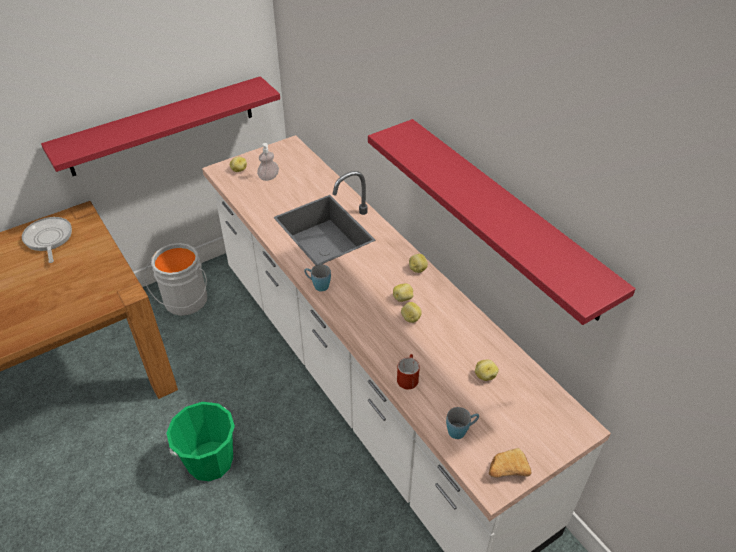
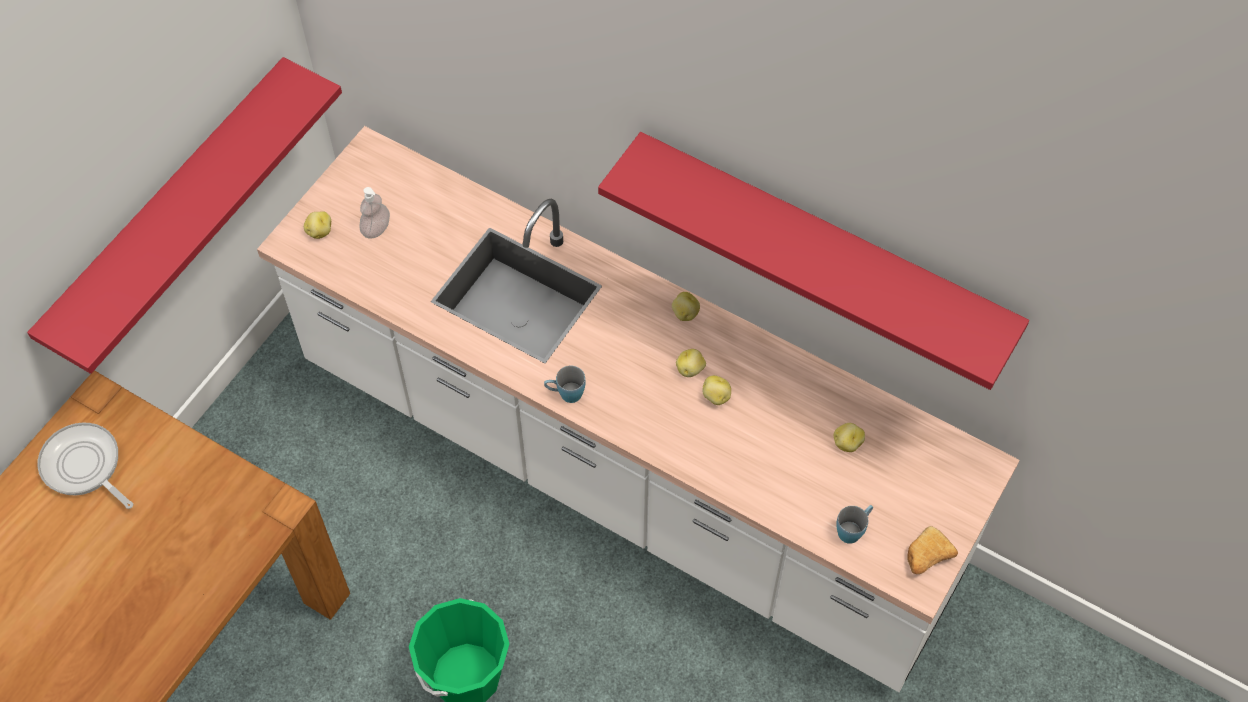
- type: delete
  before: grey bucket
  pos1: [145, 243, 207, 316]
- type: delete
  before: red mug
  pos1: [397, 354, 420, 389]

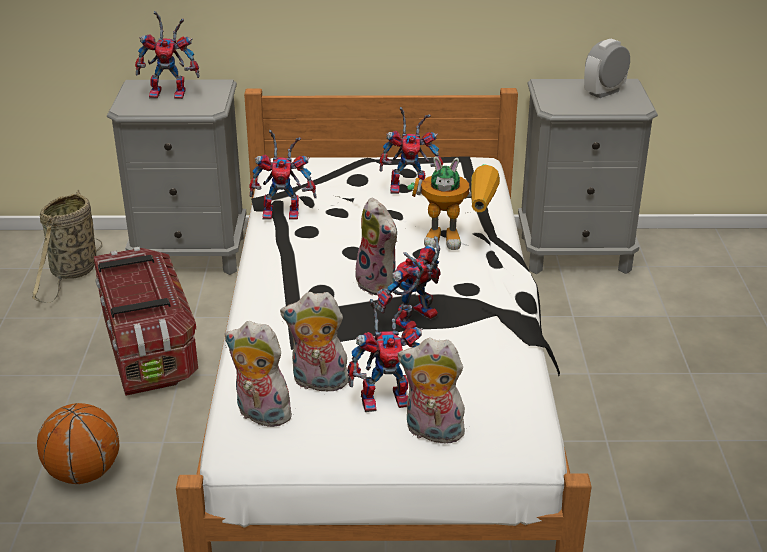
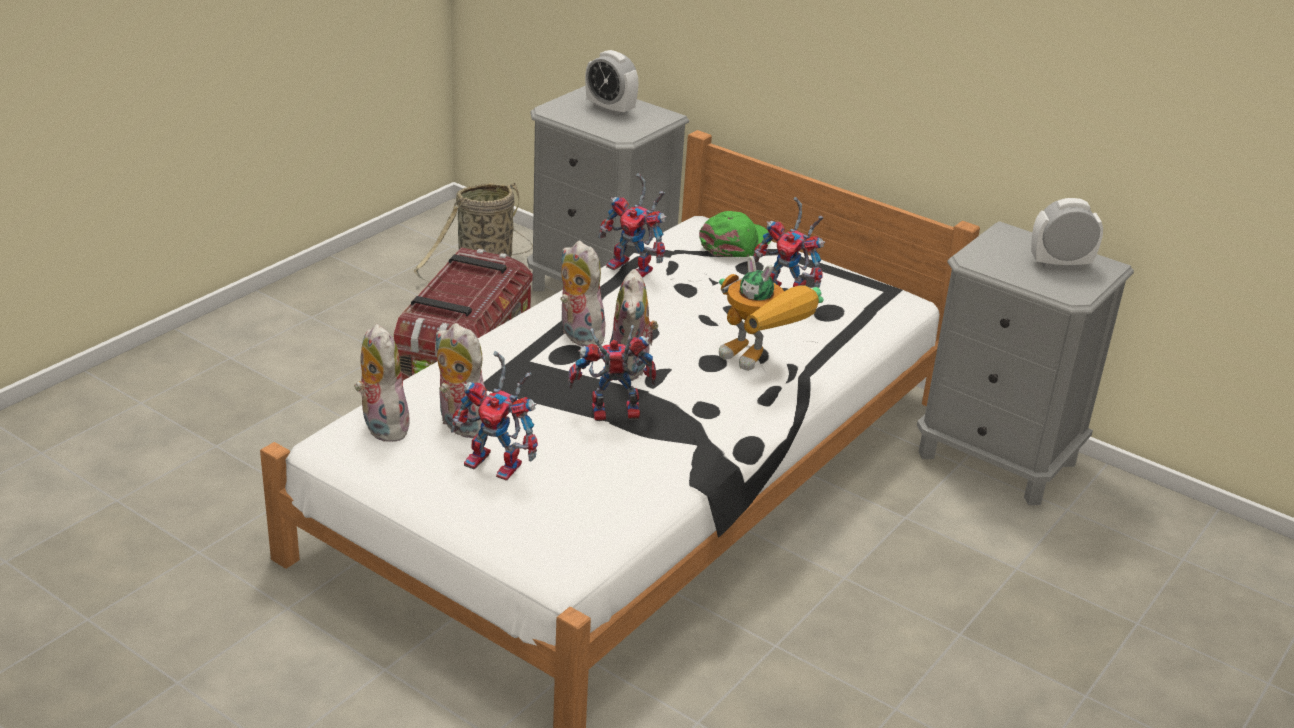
- type: delete
  before: basketball
  pos1: [37, 403, 119, 484]
- type: insert
  after: green cap
  pos2: [699, 211, 771, 257]
- type: move
  before: plush toy
  pos1: [398, 338, 467, 447]
  pos2: [560, 241, 605, 346]
- type: replace
  before: toy robot
  after: alarm clock
  pos1: [135, 11, 200, 99]
  pos2: [585, 50, 638, 117]

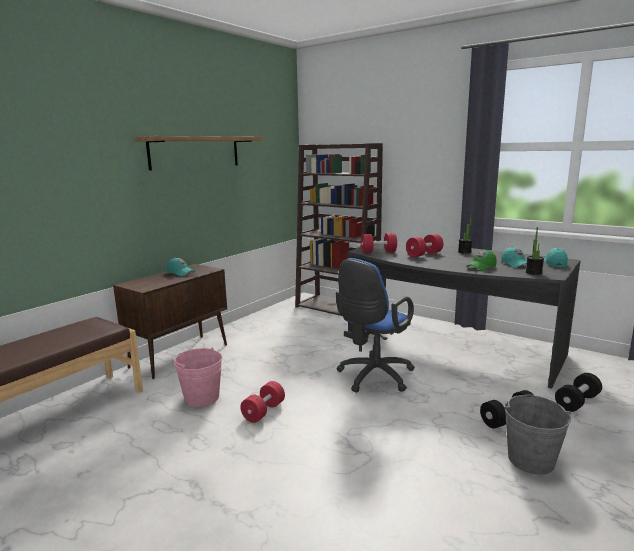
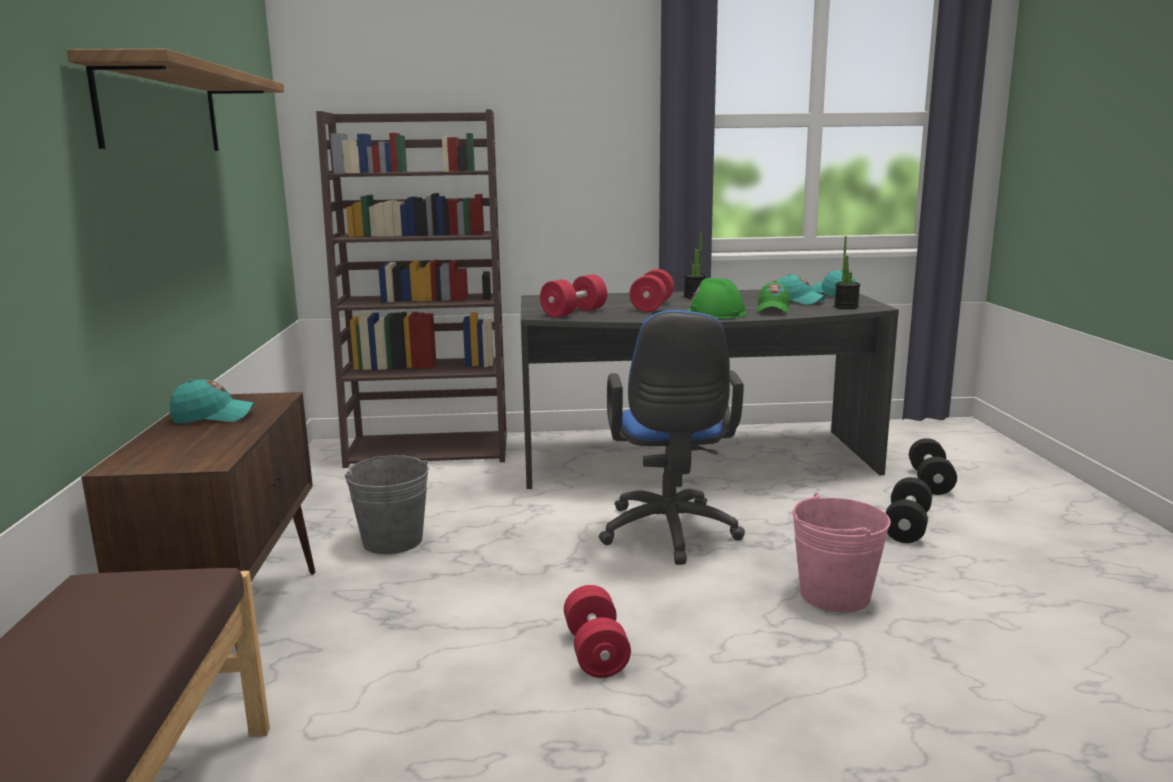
- type: insert
  after: green hard hat
  pos2: [686, 278, 747, 319]
- type: move
  before: pink bucket
  pos1: [174, 347, 222, 407]
  pos2: [792, 493, 891, 612]
- type: move
  before: grey bucket
  pos1: [504, 394, 571, 474]
  pos2: [345, 455, 429, 554]

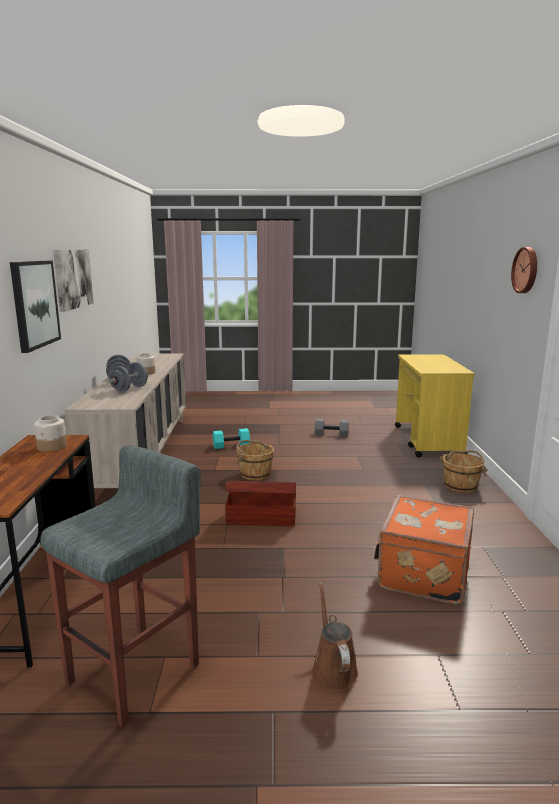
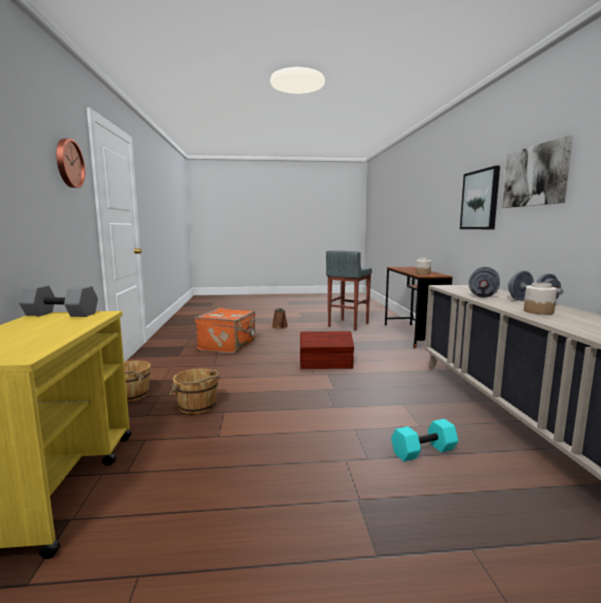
- type: move
  before: brown bucket
  pos1: [236, 440, 274, 480]
  pos2: [170, 369, 220, 414]
- type: move
  before: grey dumbbell
  pos1: [315, 418, 349, 437]
  pos2: [19, 285, 98, 317]

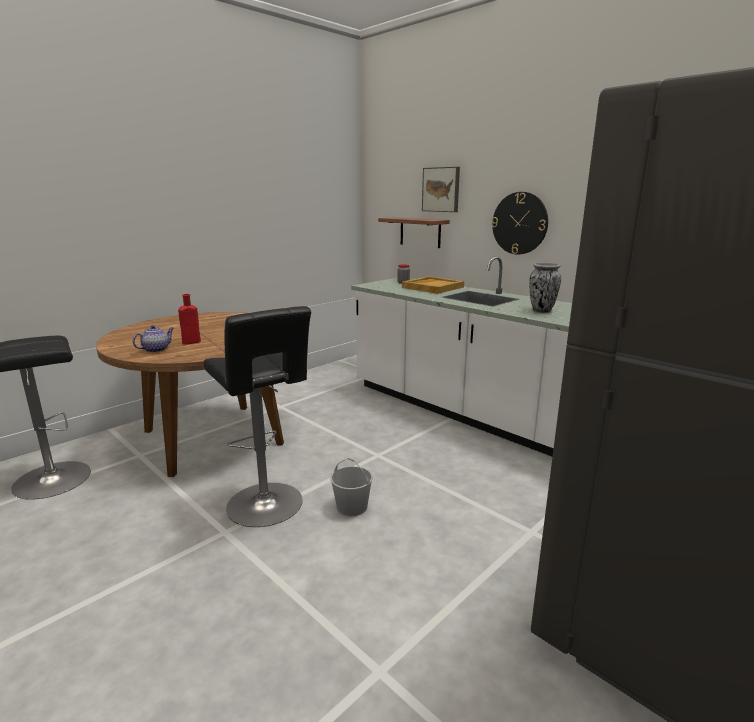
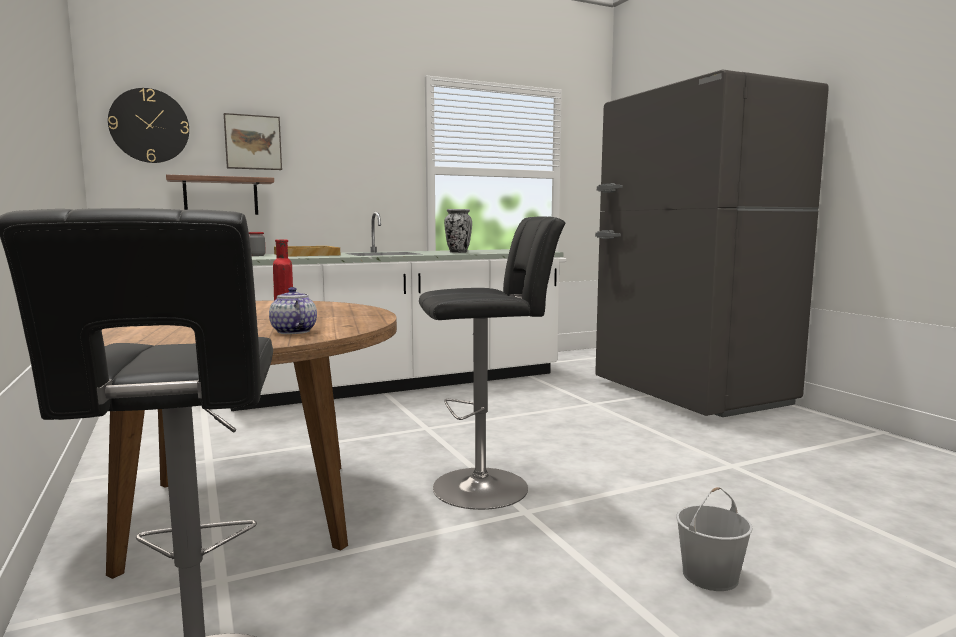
- type: move
  before: white bucket
  pos1: [331, 458, 373, 516]
  pos2: [676, 487, 753, 591]
- type: move
  before: wall clock
  pos1: [492, 192, 548, 254]
  pos2: [108, 88, 189, 163]

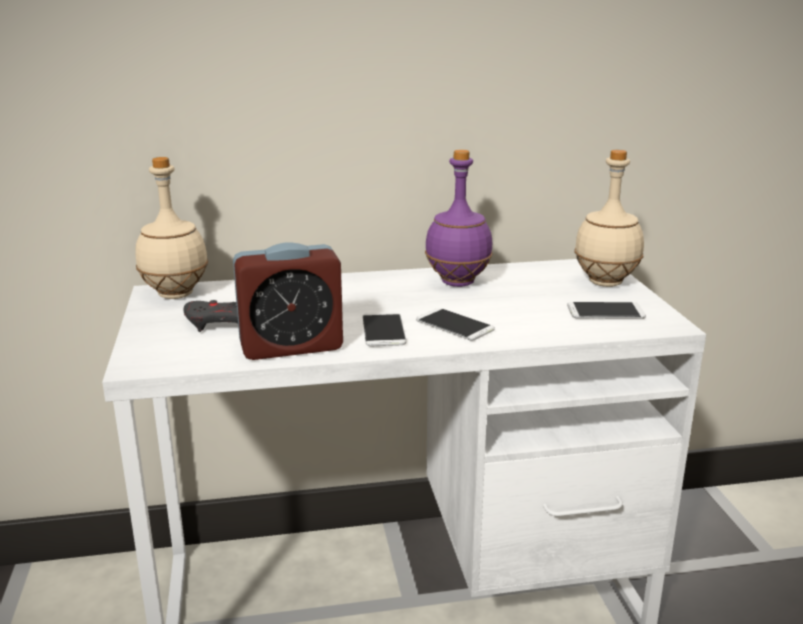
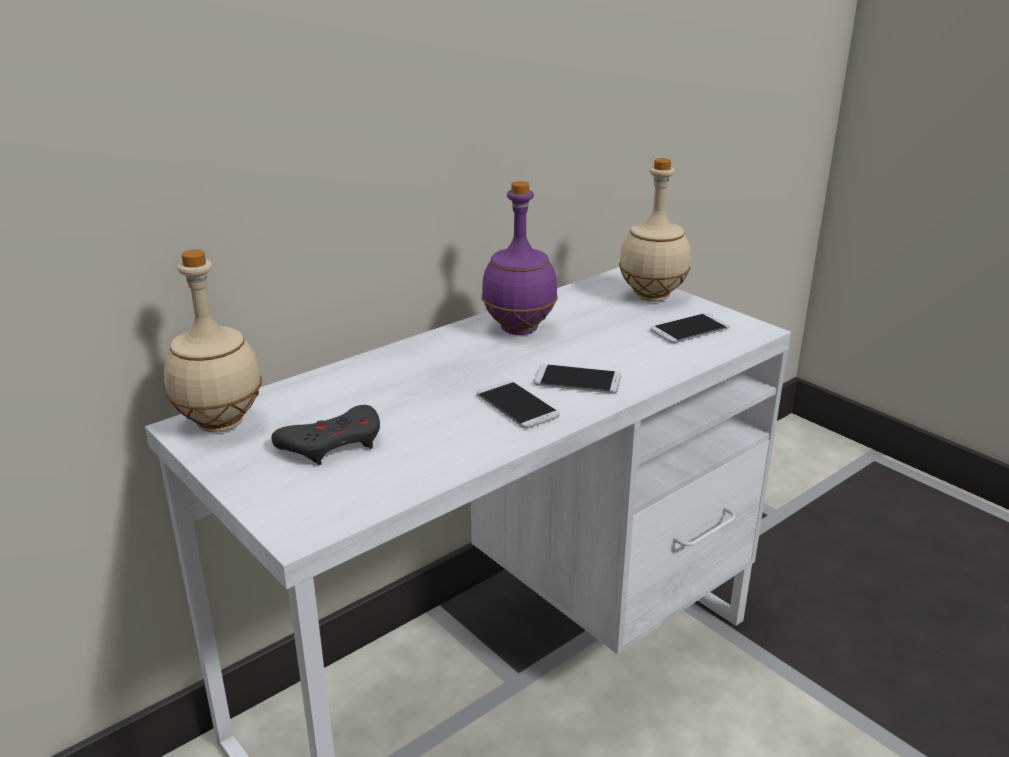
- type: delete
  before: alarm clock
  pos1: [233, 242, 343, 360]

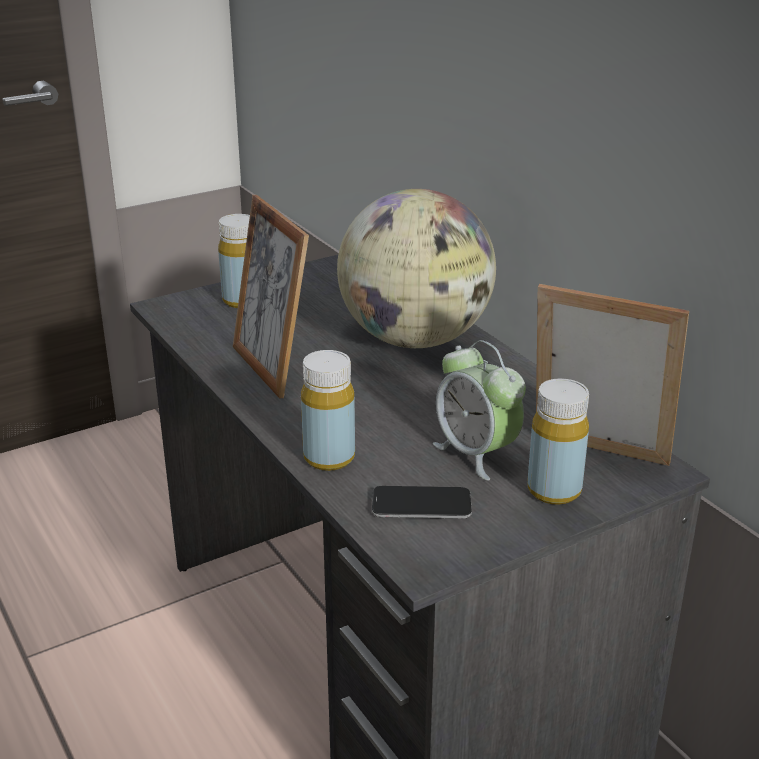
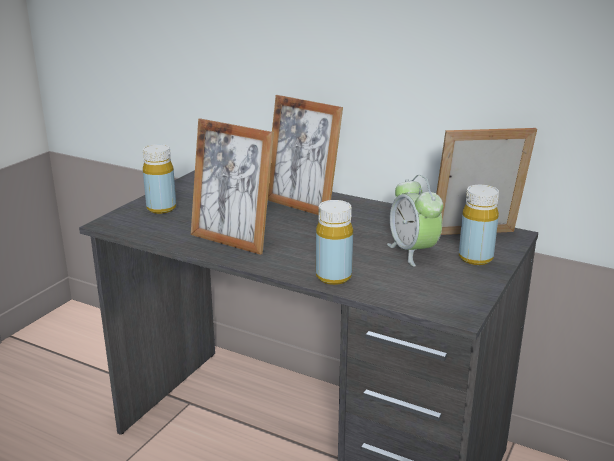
- type: delete
  before: phone
  pos1: [372, 486, 472, 519]
- type: replace
  before: globe
  after: picture frame
  pos1: [337, 189, 496, 348]
  pos2: [268, 95, 343, 215]
- type: rotate
  before: alarm clock
  pos1: [433, 340, 526, 481]
  pos2: [387, 175, 443, 266]
  turn: 45

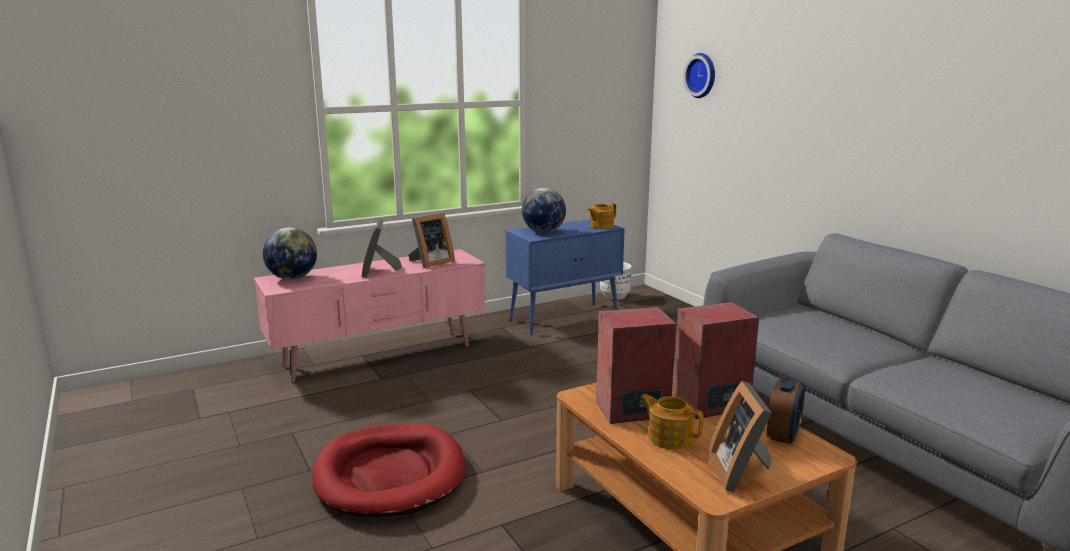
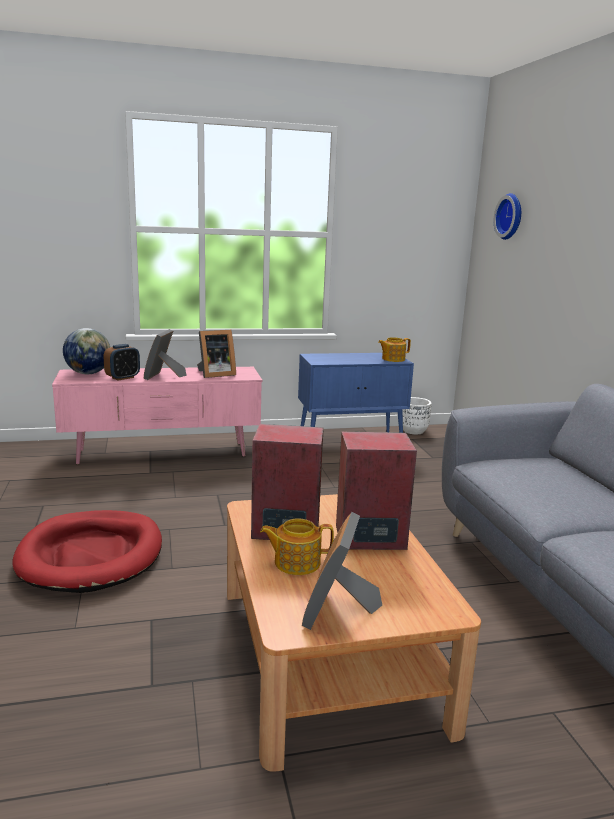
- type: delete
  before: globe
  pos1: [522, 188, 566, 233]
- type: move
  before: alarm clock
  pos1: [767, 377, 806, 444]
  pos2: [104, 344, 140, 381]
- type: rotate
  before: teapot
  pos1: [640, 394, 703, 450]
  pos2: [260, 518, 334, 575]
  turn: -60

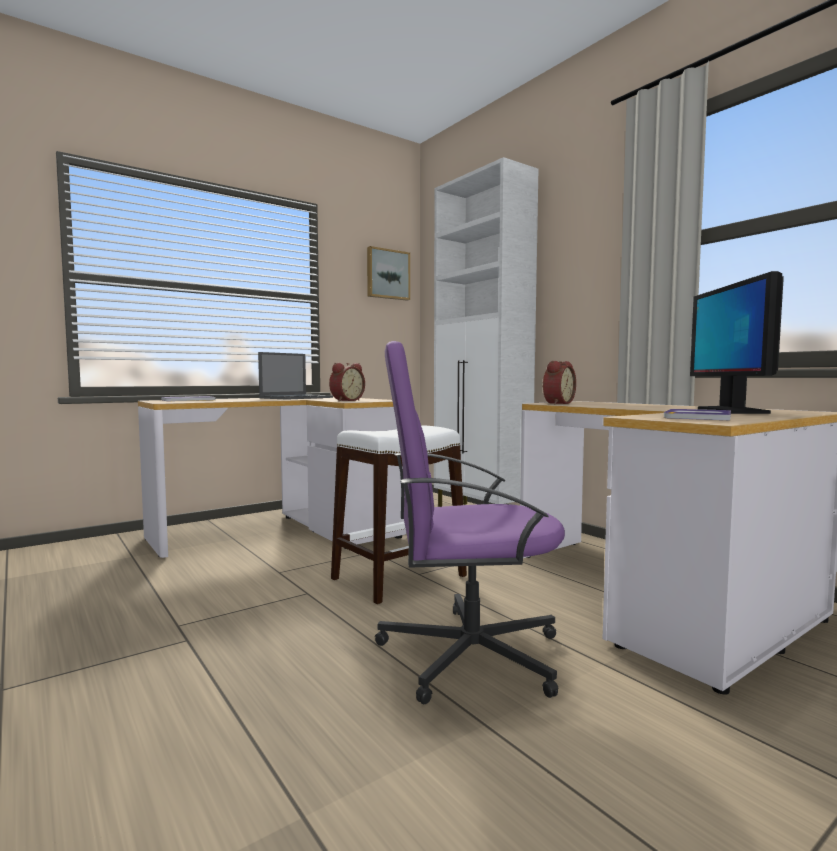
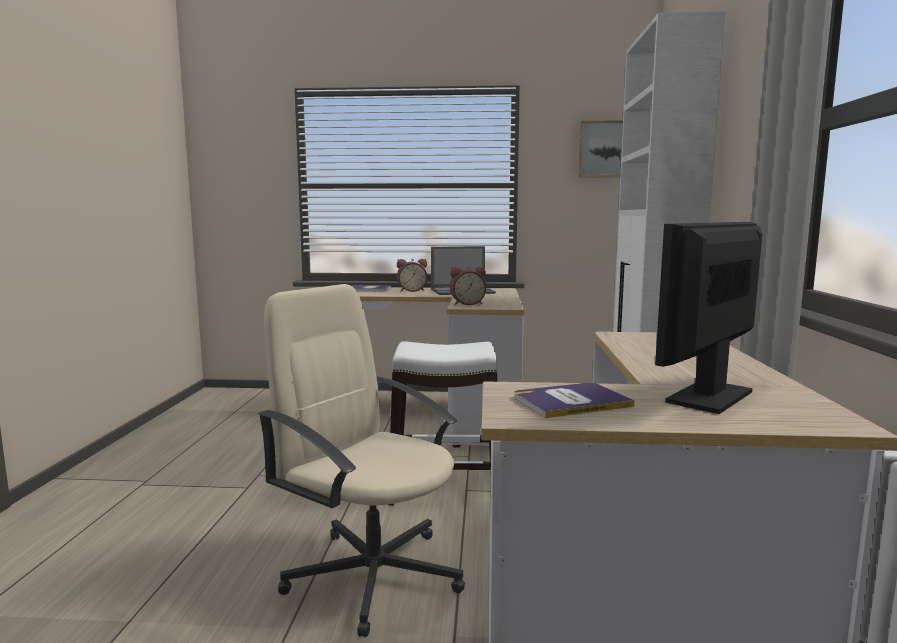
- type: move
  before: alarm clock
  pos1: [542, 361, 576, 404]
  pos2: [397, 259, 427, 292]
- type: recolor
  before: purple office chair
  after: beige office chair
  pos1: [375, 341, 565, 704]
  pos2: [257, 284, 465, 637]

